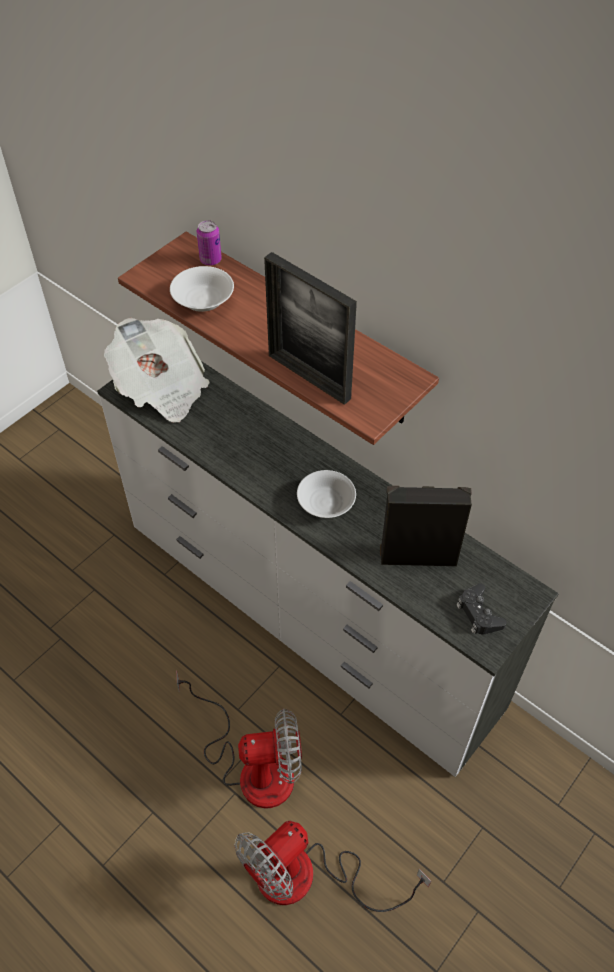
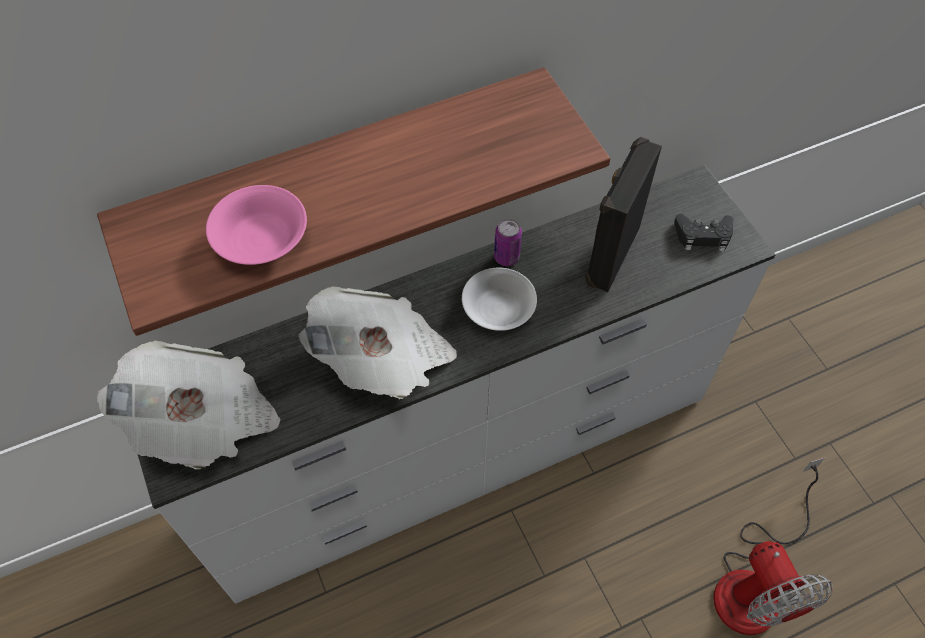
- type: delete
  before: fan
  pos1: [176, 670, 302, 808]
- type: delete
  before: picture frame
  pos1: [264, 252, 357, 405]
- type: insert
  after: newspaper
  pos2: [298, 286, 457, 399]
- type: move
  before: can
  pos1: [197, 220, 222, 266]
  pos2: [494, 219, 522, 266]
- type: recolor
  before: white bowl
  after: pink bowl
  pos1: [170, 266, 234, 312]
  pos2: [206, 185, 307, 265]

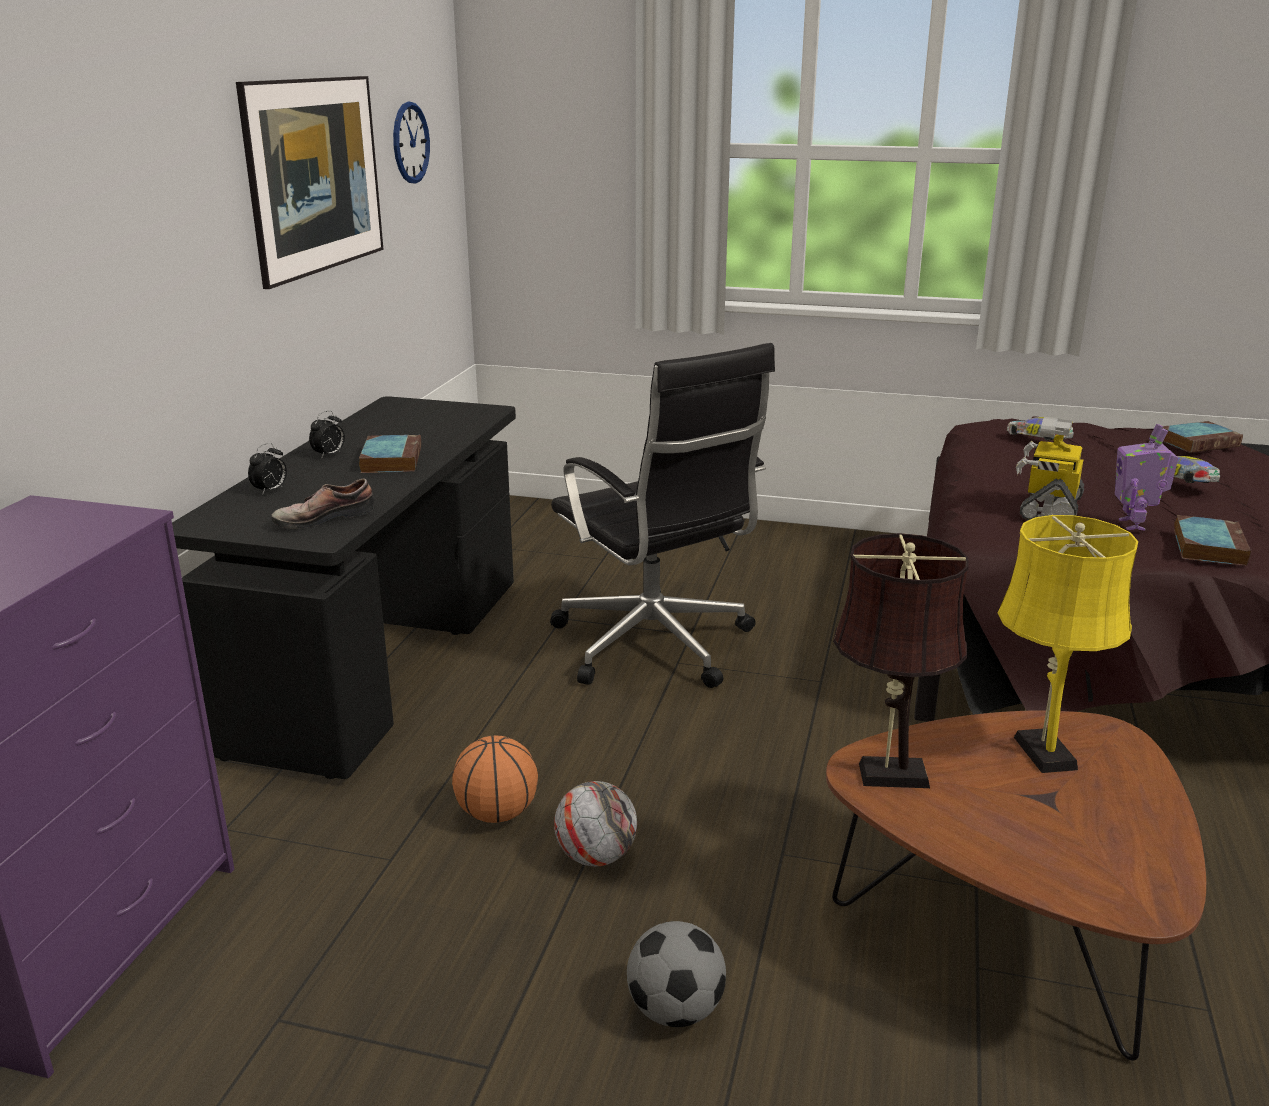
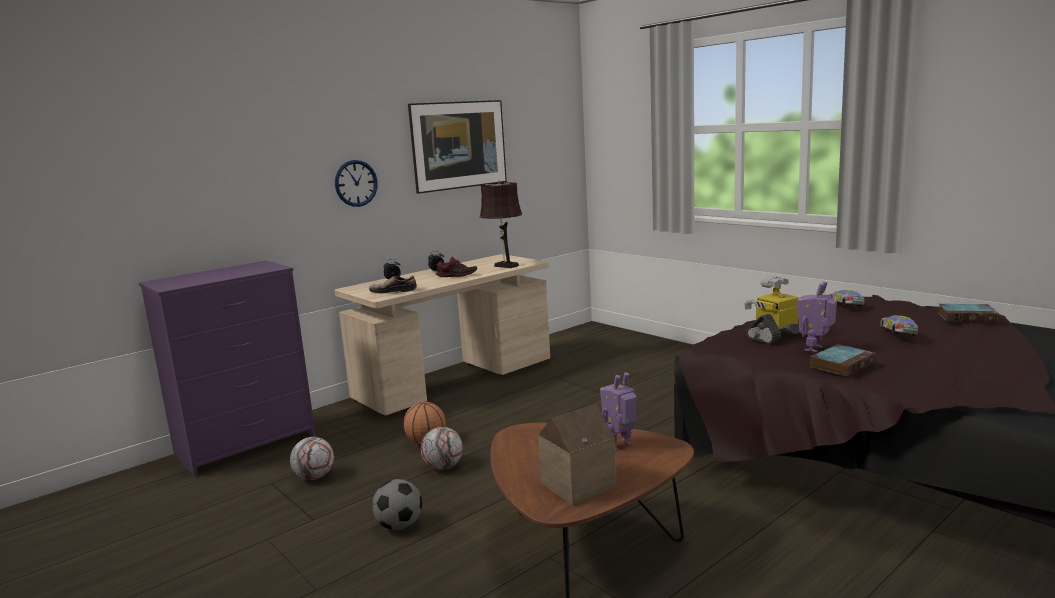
- type: delete
  before: black office chair
  pos1: [550, 343, 775, 688]
- type: insert
  after: football
  pos2: [290, 437, 334, 480]
- type: insert
  after: toy house
  pos2: [538, 404, 616, 505]
- type: move
  before: wall clock
  pos1: [393, 102, 430, 184]
  pos2: [335, 160, 378, 207]
- type: move
  before: brown table lamp
  pos1: [833, 533, 969, 788]
  pos2: [480, 180, 522, 268]
- type: replace
  before: book
  after: shoe
  pos1: [359, 434, 421, 473]
  pos2: [436, 257, 477, 277]
- type: replace
  before: yellow table lamp
  after: toy robot
  pos1: [998, 515, 1138, 773]
  pos2: [600, 372, 637, 450]
- type: recolor
  before: black desk
  after: beige desk
  pos1: [172, 396, 516, 779]
  pos2: [335, 254, 550, 416]

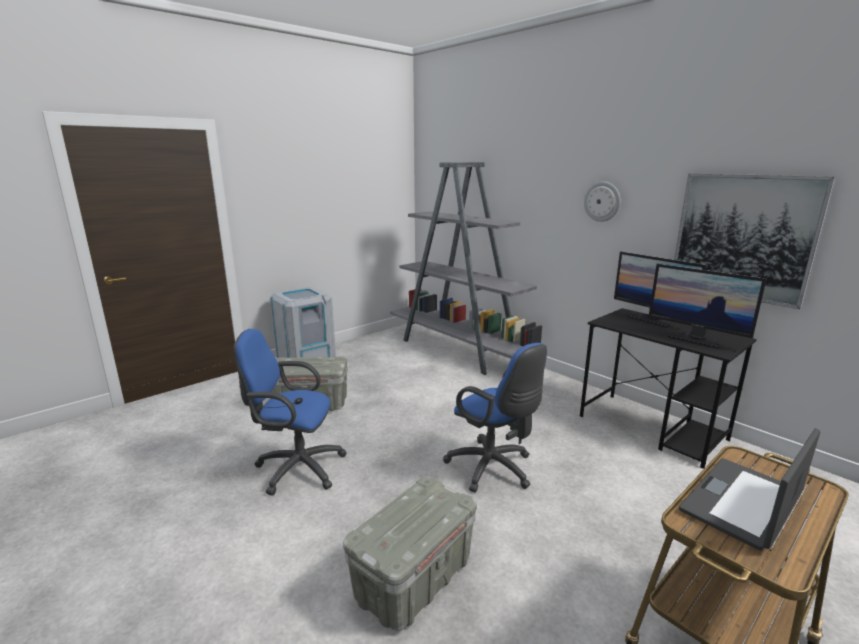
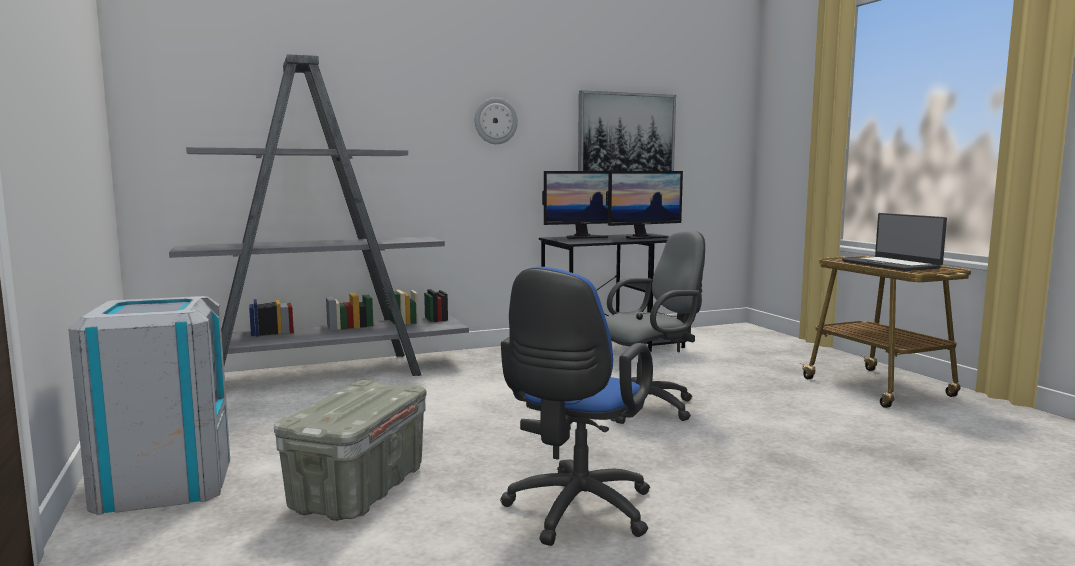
- type: delete
  before: grey storage box
  pos1: [343, 477, 477, 631]
- type: recolor
  before: blue office chair
  after: grey office chair
  pos1: [443, 343, 547, 493]
  pos2: [606, 230, 705, 424]

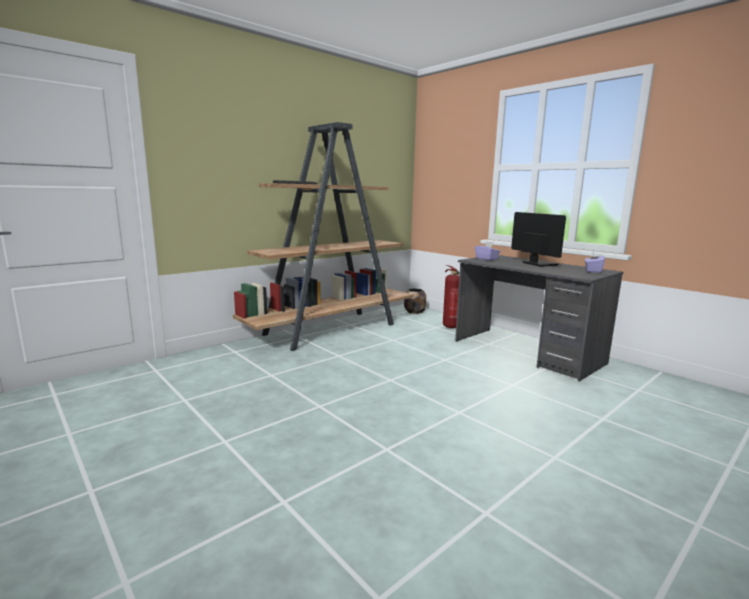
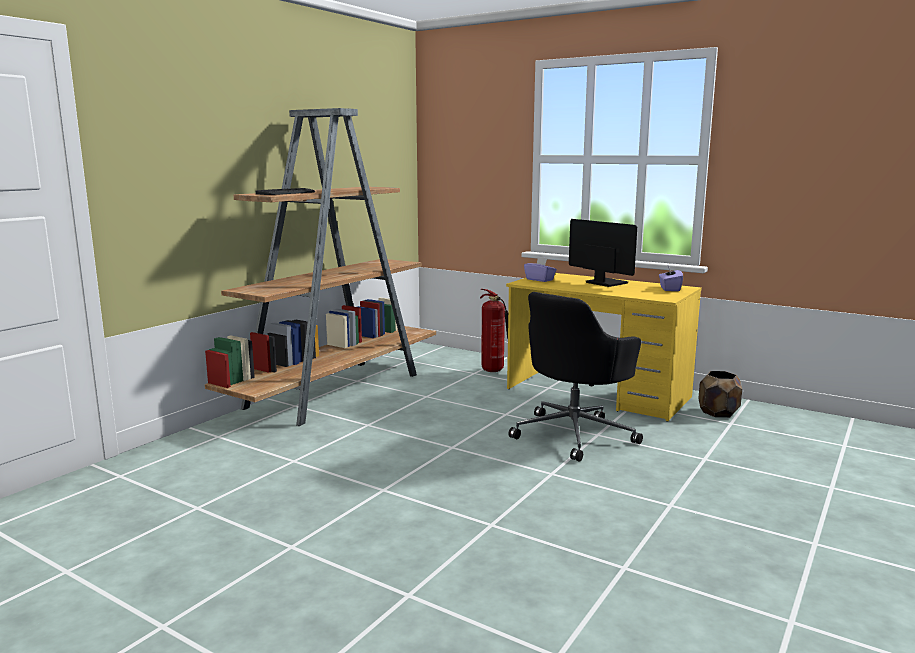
- type: insert
  after: black office chair
  pos2: [508, 292, 643, 462]
- type: move
  before: brown planter
  pos1: [404, 288, 426, 314]
  pos2: [698, 371, 742, 417]
- type: recolor
  before: grey desk
  after: yellow desk
  pos1: [455, 255, 623, 382]
  pos2: [506, 273, 702, 422]

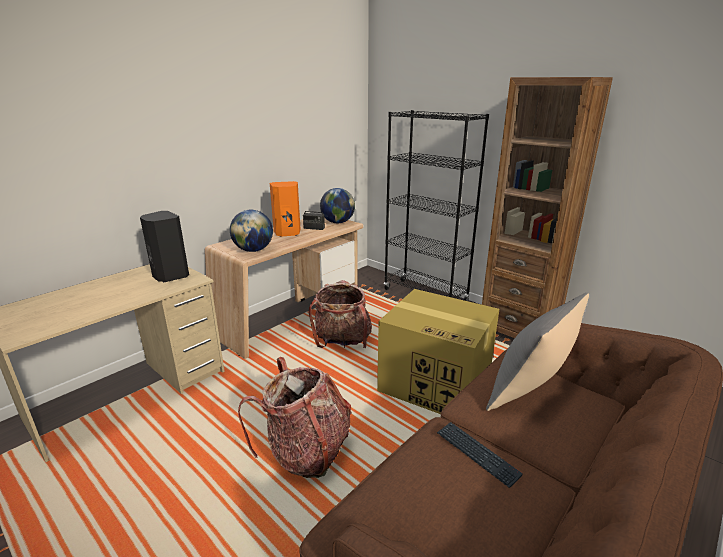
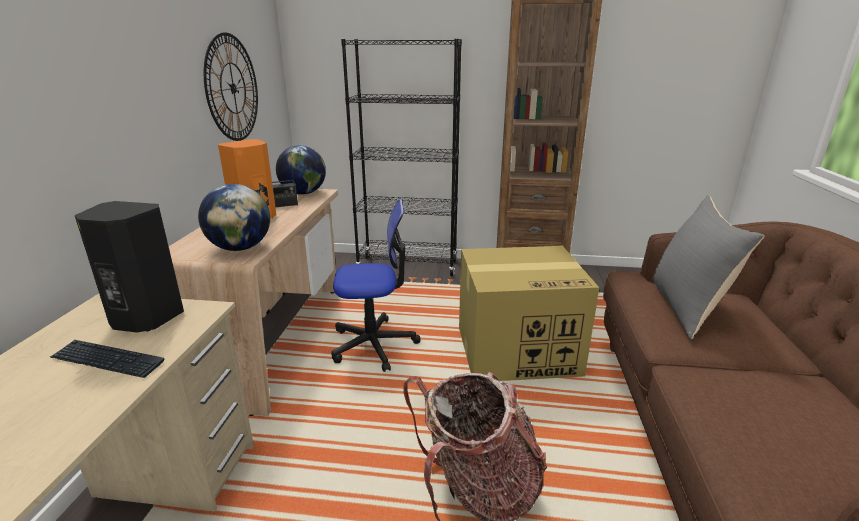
- type: insert
  after: wall clock
  pos2: [204, 32, 258, 141]
- type: move
  before: keyboard
  pos1: [437, 422, 523, 488]
  pos2: [50, 340, 165, 378]
- type: replace
  before: backpack
  after: office chair
  pos1: [309, 280, 372, 348]
  pos2: [331, 199, 420, 372]

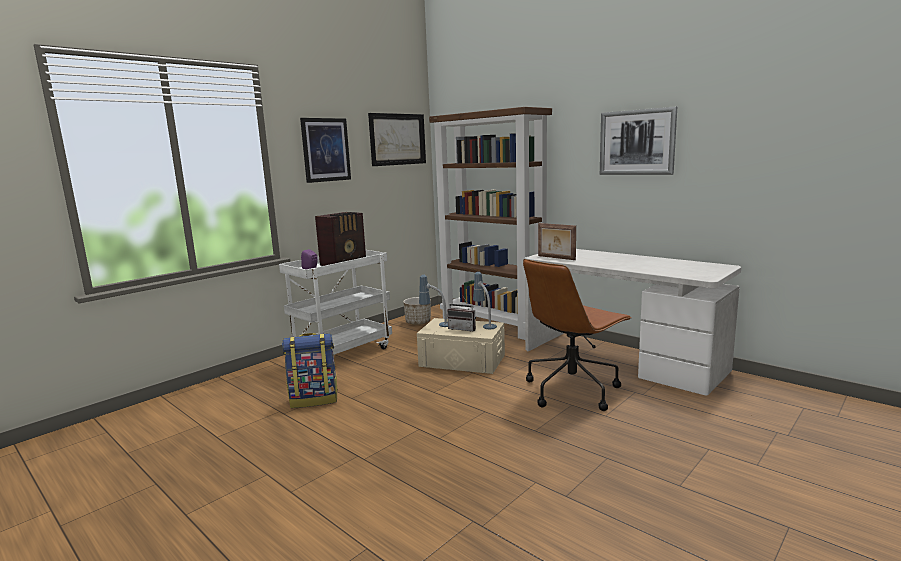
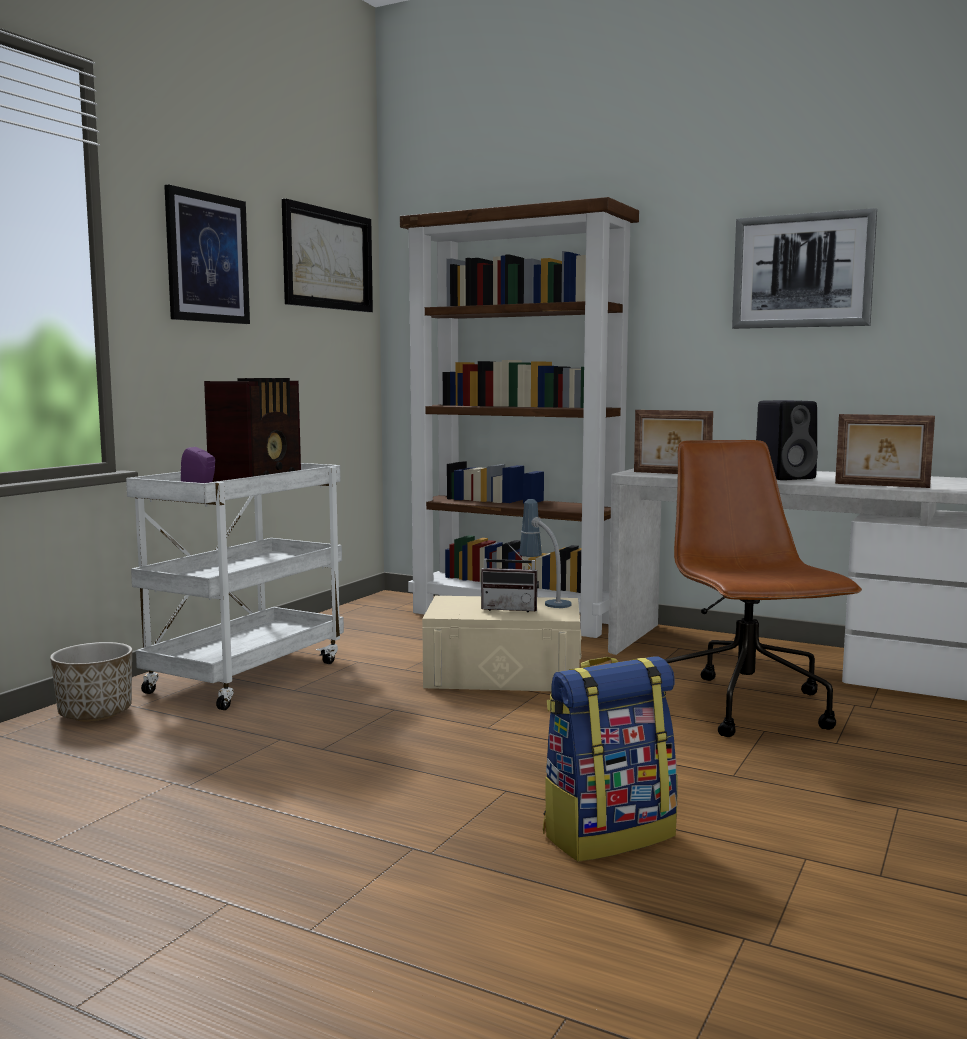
- type: delete
  before: table lamp
  pos1: [419, 275, 448, 327]
- type: insert
  after: black speaker
  pos2: [756, 400, 818, 480]
- type: insert
  after: picture frame
  pos2: [835, 414, 935, 488]
- type: move
  before: backpack
  pos1: [282, 333, 338, 408]
  pos2: [543, 656, 678, 862]
- type: move
  before: planter
  pos1: [403, 297, 431, 325]
  pos2: [50, 642, 132, 722]
- type: rotate
  before: brown office chair
  pos1: [523, 259, 632, 411]
  pos2: [665, 440, 862, 737]
  turn: 135

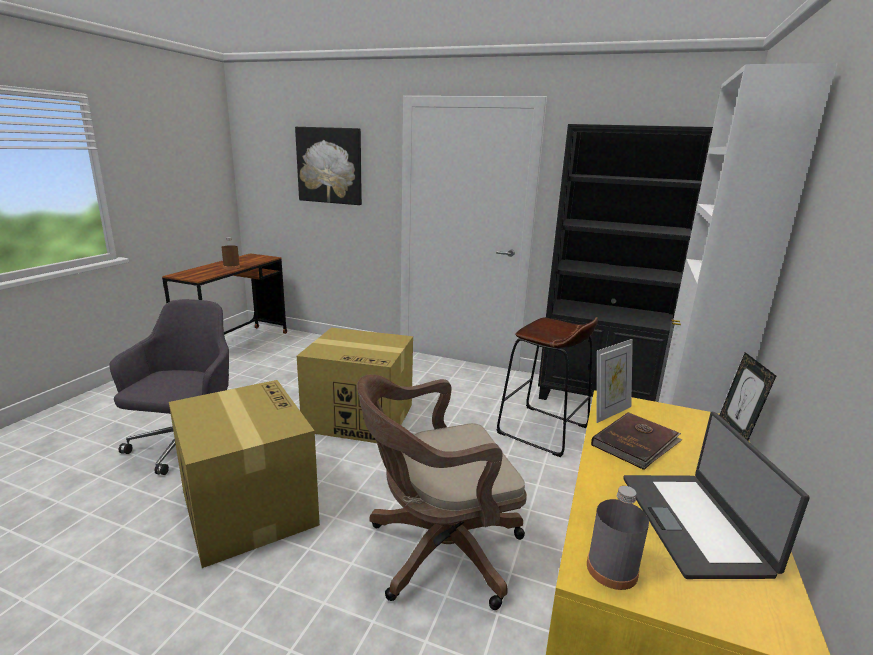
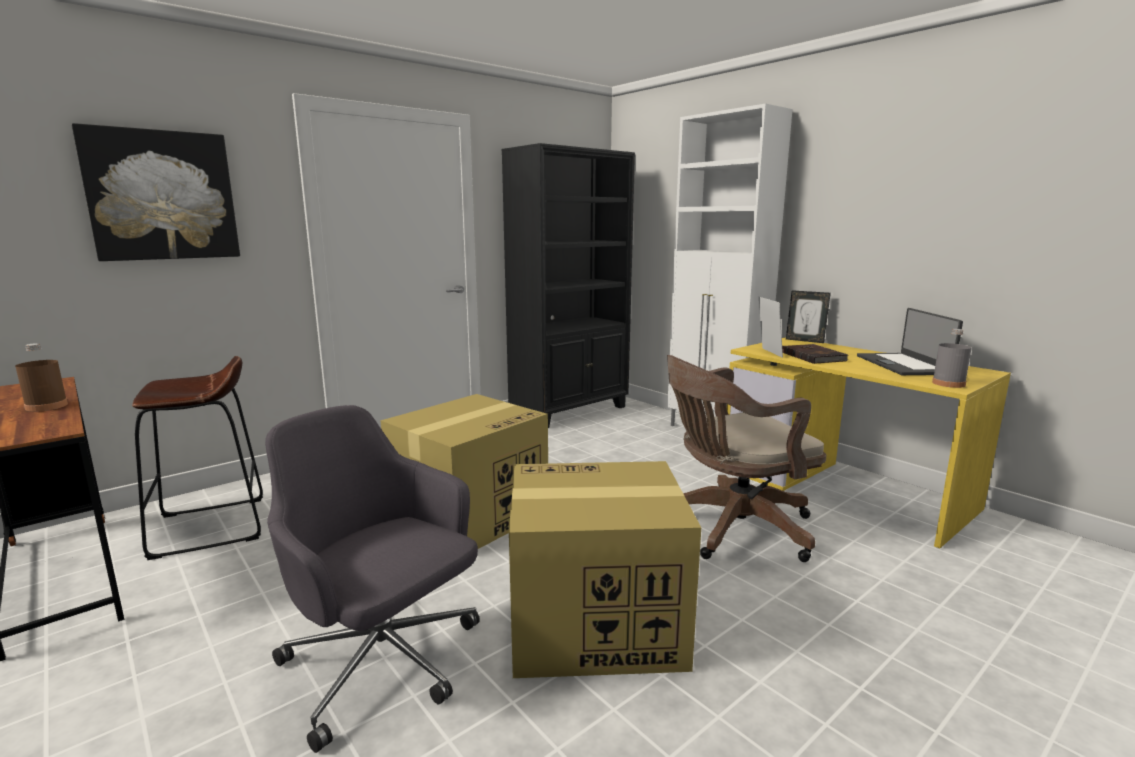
- type: move
  before: brown stool
  pos1: [497, 317, 598, 457]
  pos2: [132, 356, 263, 560]
- type: rotate
  before: brown office chair
  pos1: [357, 374, 527, 610]
  pos2: [667, 355, 826, 562]
  turn: 60
- type: rotate
  before: laptop
  pos1: [624, 412, 810, 579]
  pos2: [857, 308, 963, 375]
  turn: 60

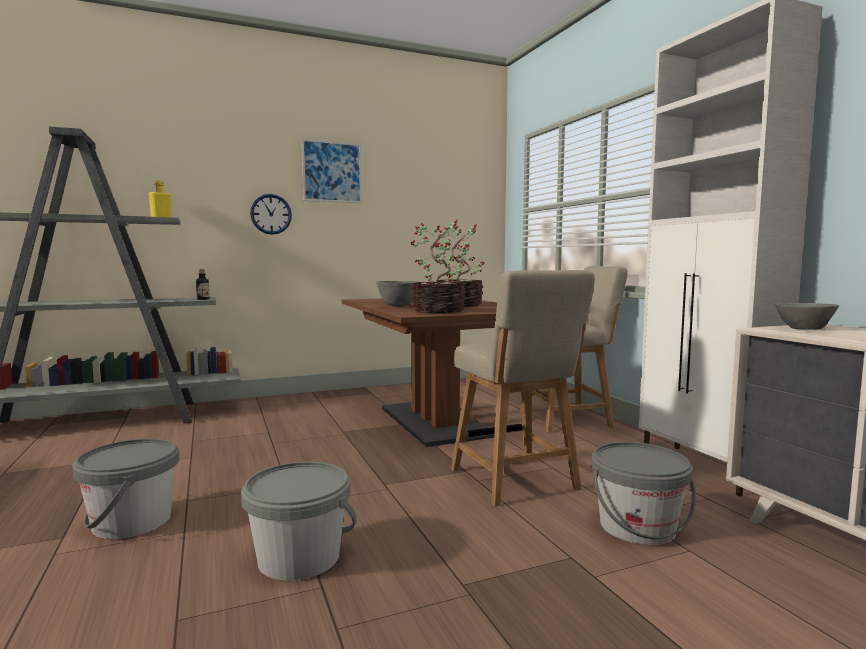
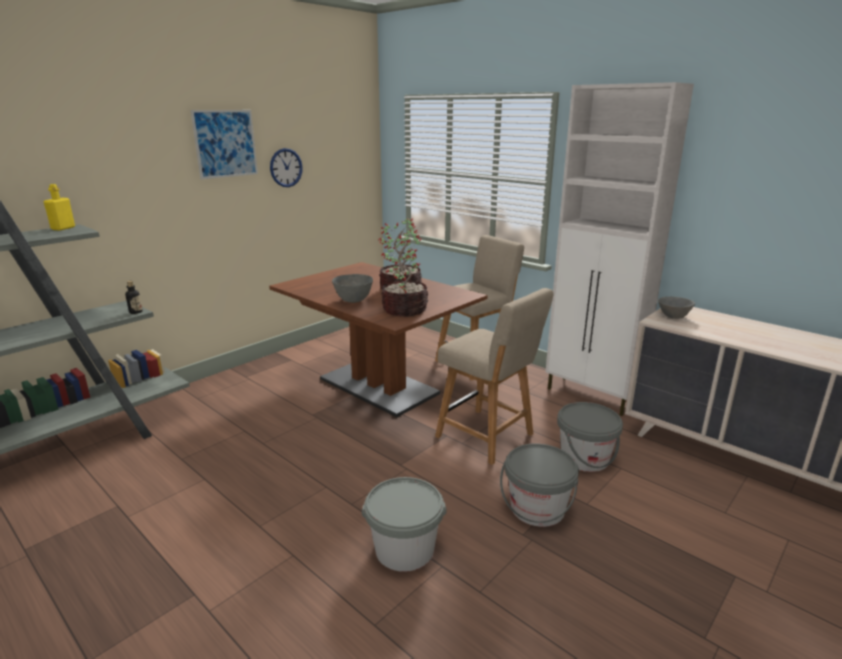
- type: move
  before: grey bucket
  pos1: [72, 438, 179, 539]
  pos2: [500, 444, 579, 527]
- type: move
  before: wall clock
  pos1: [250, 194, 292, 235]
  pos2: [270, 148, 303, 187]

